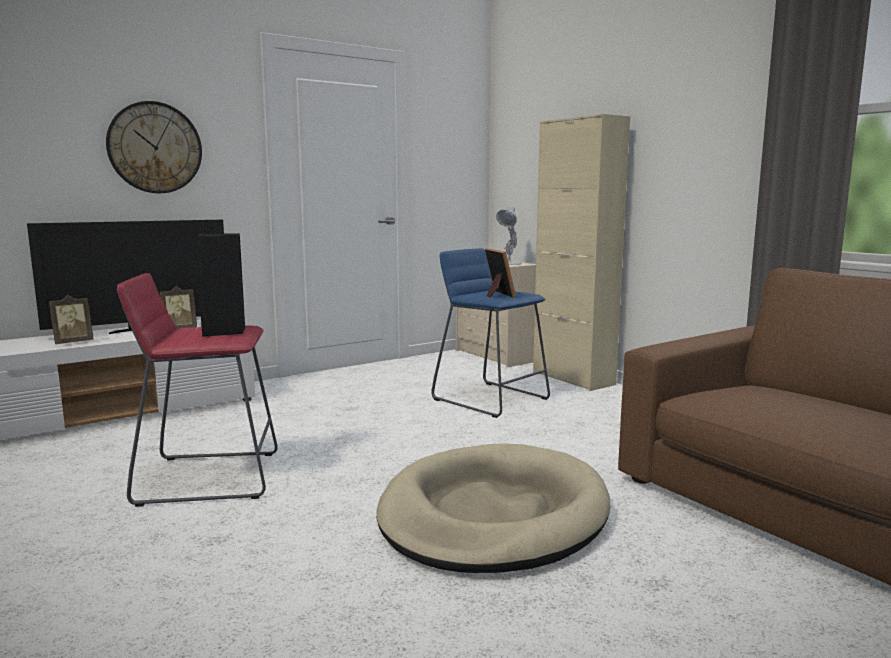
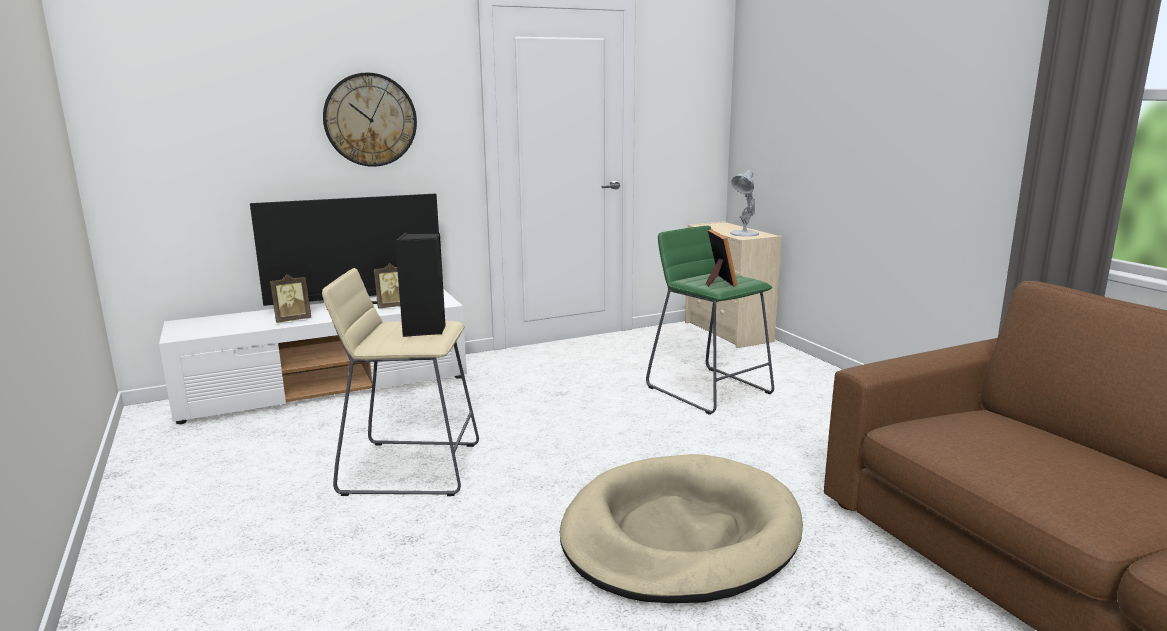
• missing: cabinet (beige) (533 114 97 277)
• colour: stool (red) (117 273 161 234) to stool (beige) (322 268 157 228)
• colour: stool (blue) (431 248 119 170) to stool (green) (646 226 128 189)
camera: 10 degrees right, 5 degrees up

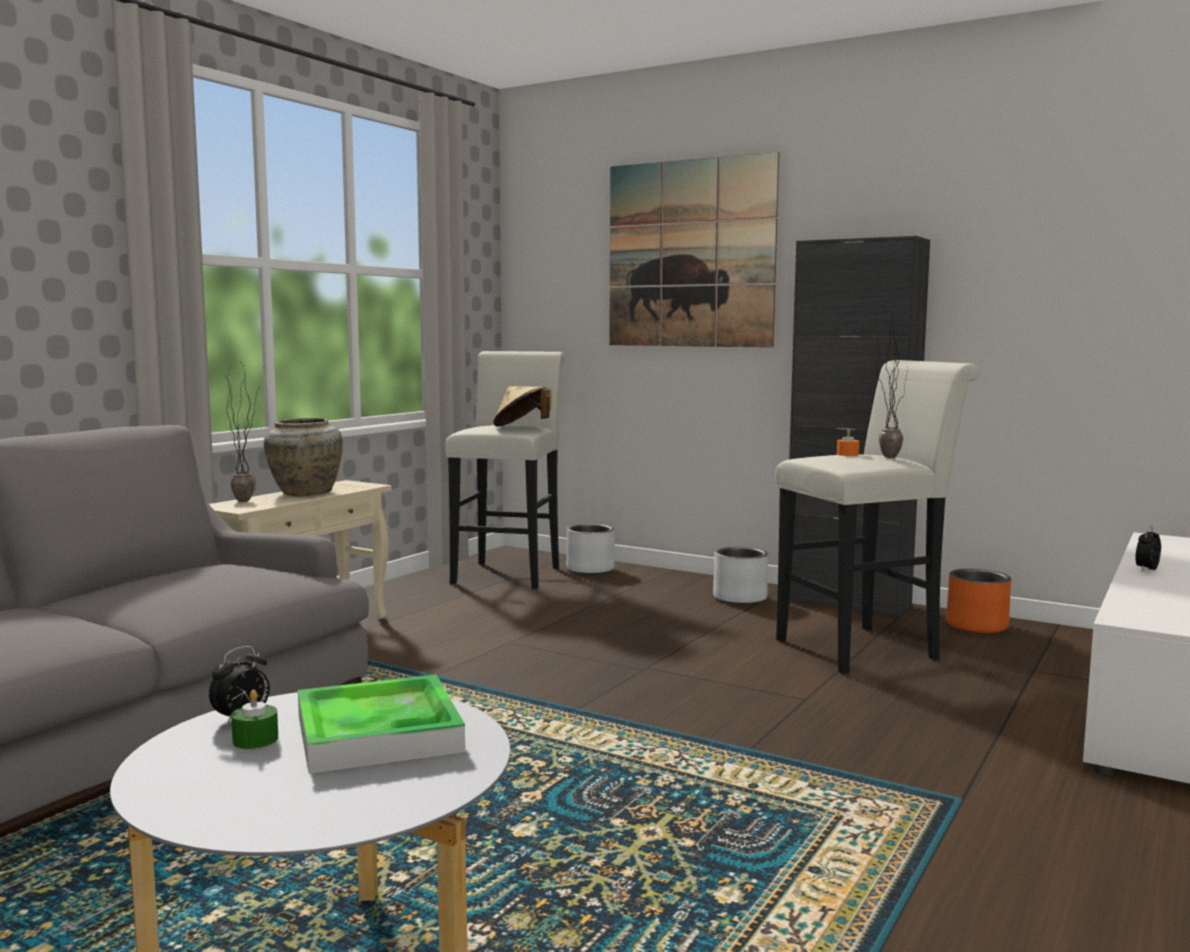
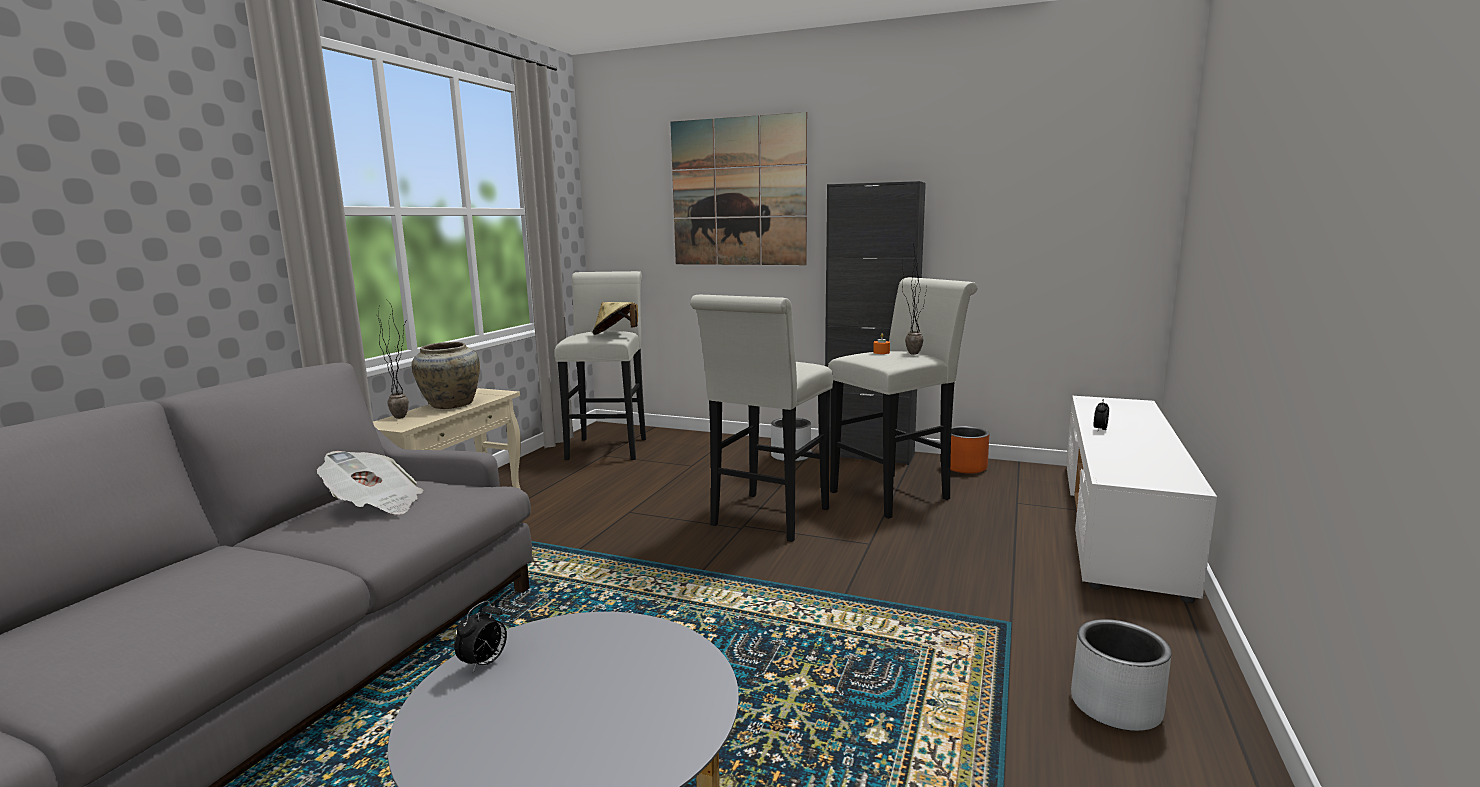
• missing: candle (green) (231 690 47 59)
• missing: tray (298 675 167 99)
• appeared: newspaper (317 451 106 64)
• appeared: stool (white) (690 295 143 247)
• relocated: planter (grey) (566 524 48 51) to (1071 619 101 112)
camera: 10 degrees left, 5 degrees up

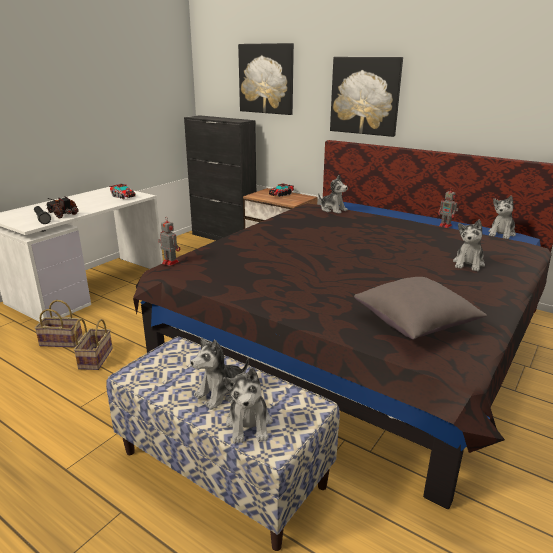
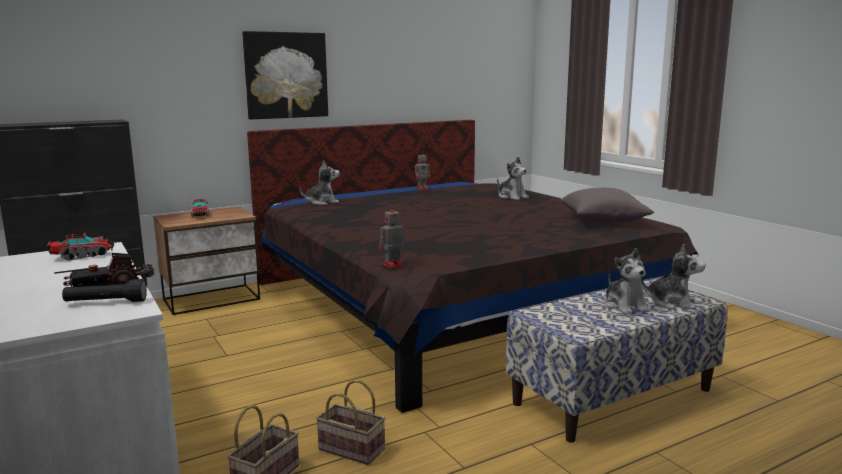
• missing: picture (238 43 56 72)
• missing: plush toy (488 195 28 44)
camera: 65 degrees left, 10 degrees down

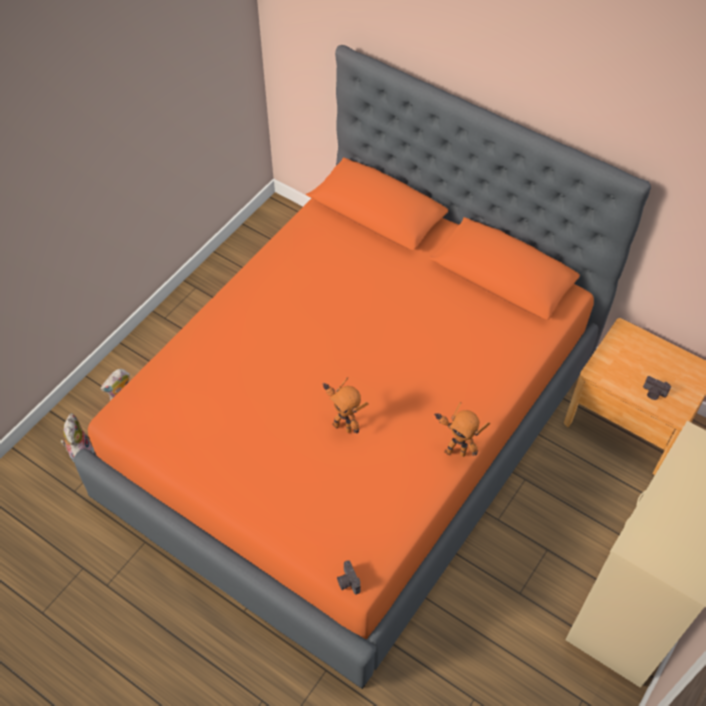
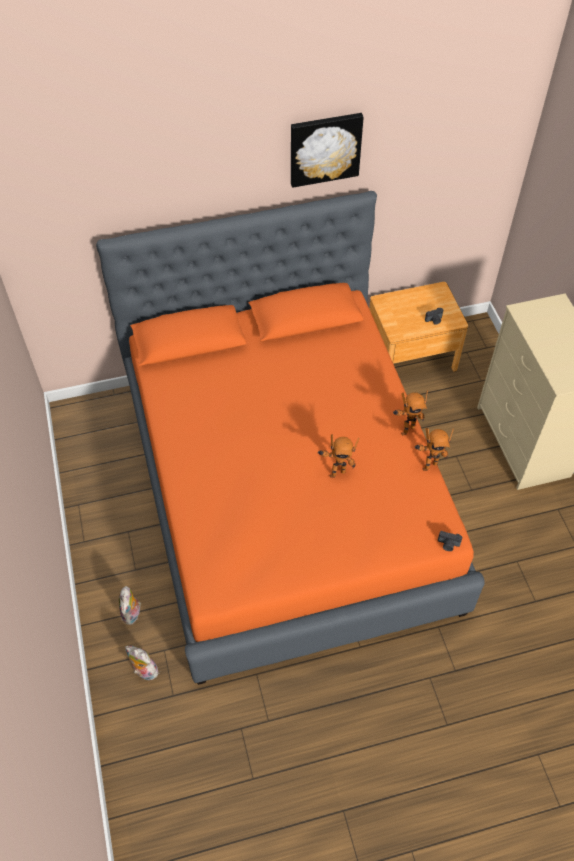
• appeared: picture (291 113 73 75)
• appeared: toy robot (414 428 40 43)
camera: 50 degrees left, 0 degrees up

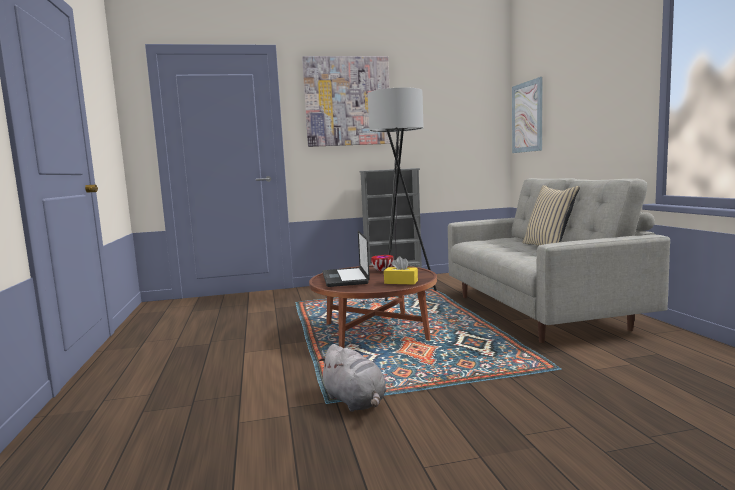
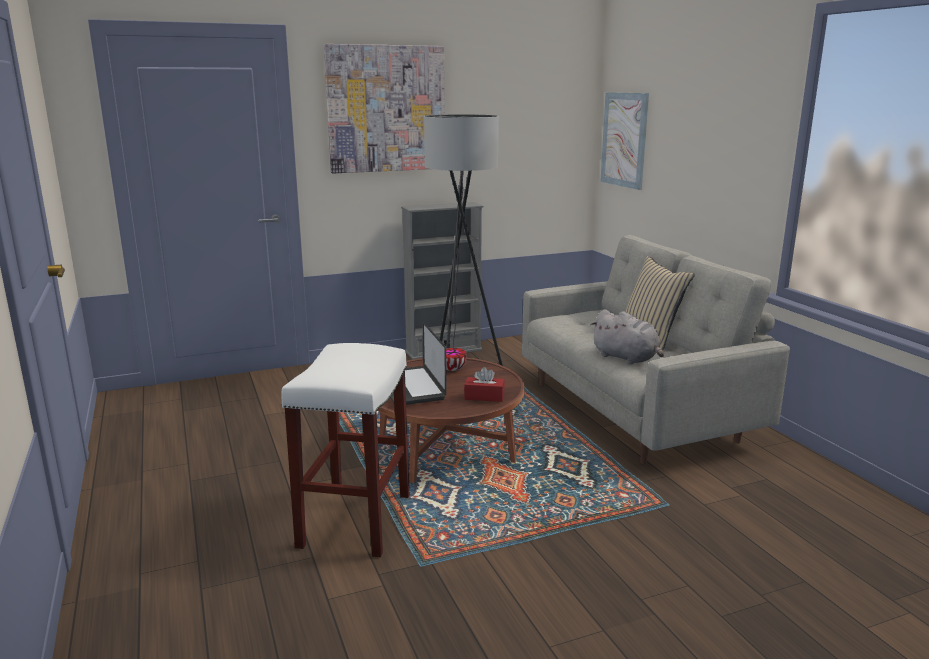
• appeared: stool (white) (281 343 129 214)
• relocated: plush toy (grey) (318 344 69 68) to (590 309 74 55)
• colour: tissue box (yellow) (384 256 34 29) to tissue box (red) (464 367 41 35)
camera: 10 degrees left, 10 degrees up

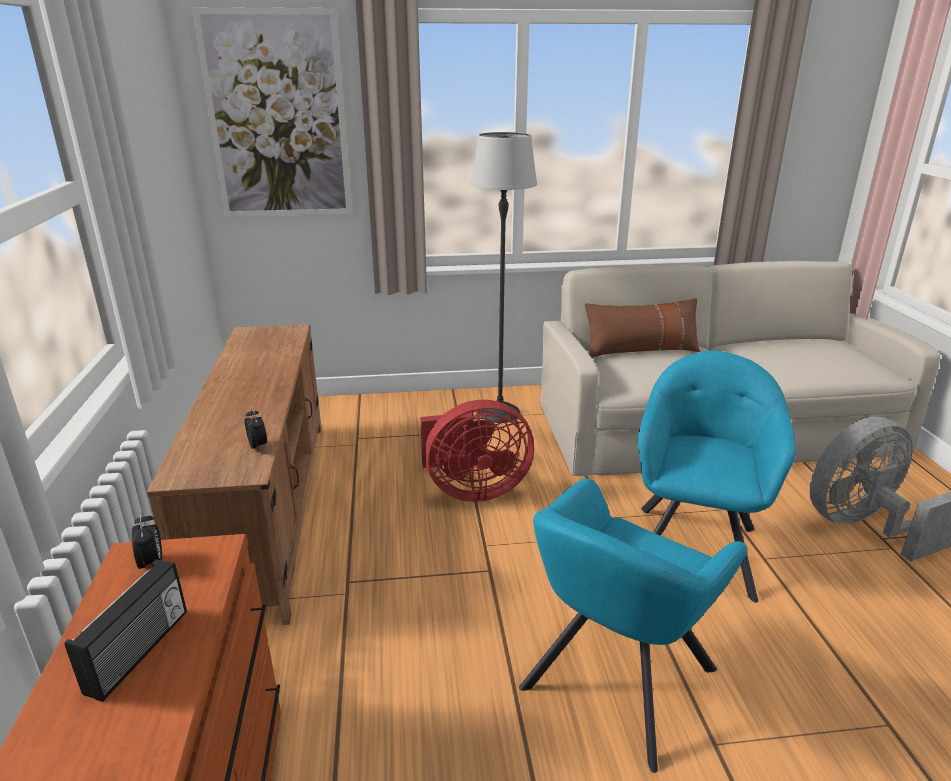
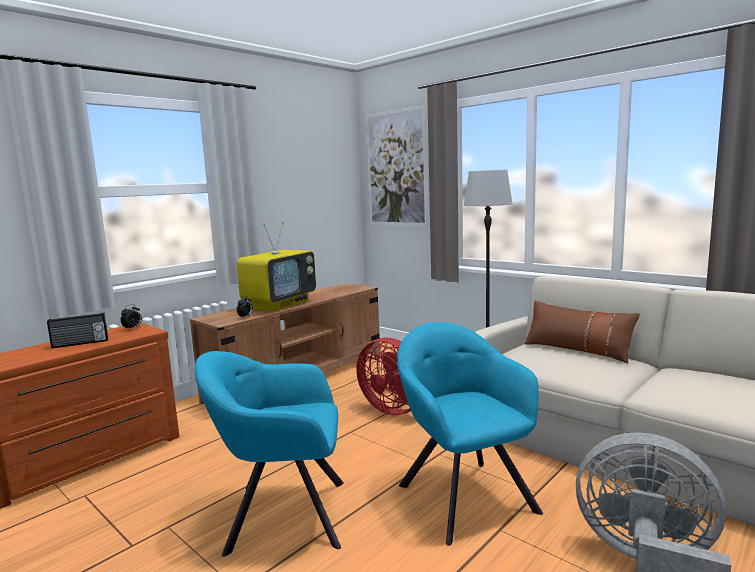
• appeared: television (237 222 79 90)
• spun: armchair (turquoise) (638 350 158 253) = (397 322 146 224) 90 degrees counterclockwise
camera: 50 degrees right, 15 degrees down

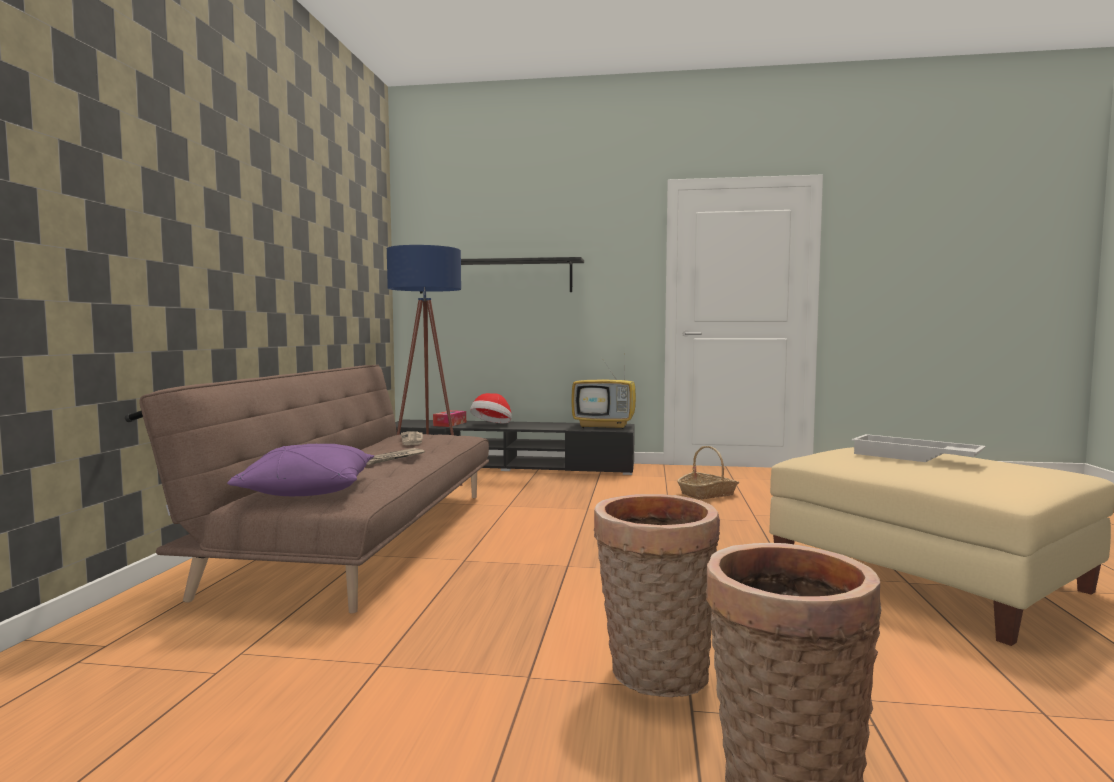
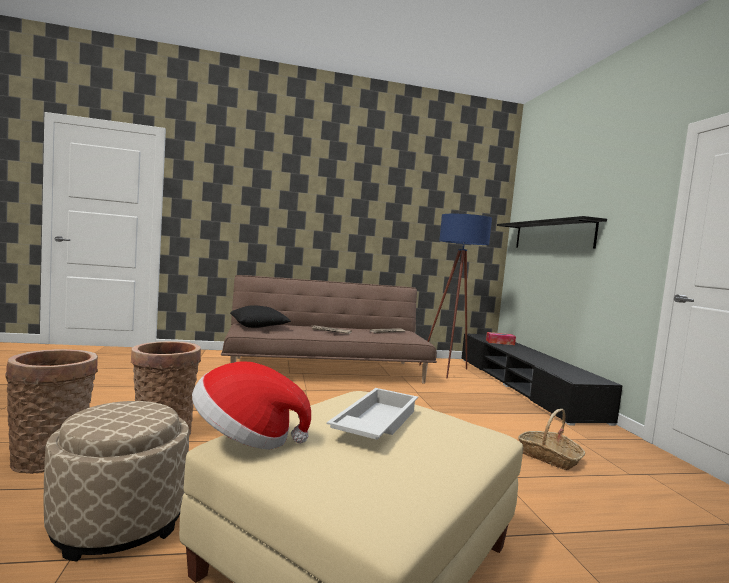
• missing: television (571 354 65 75)
• appeared: ottoman (beige) (44 401 145 161)
• relocated: hat (470 393 42 30) to (192 361 119 89)
• colour: pillow (purple) (227 444 147 52) to pillow (black) (230 305 61 23)
camera: 70 degrees right, 0 degrees up

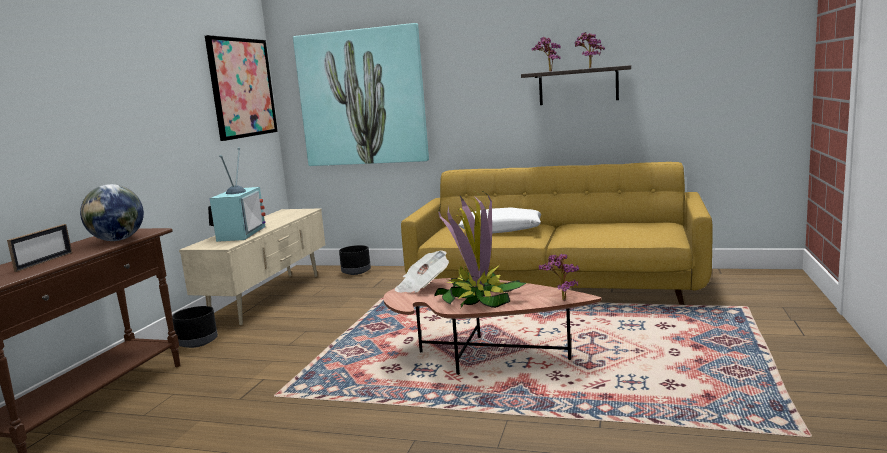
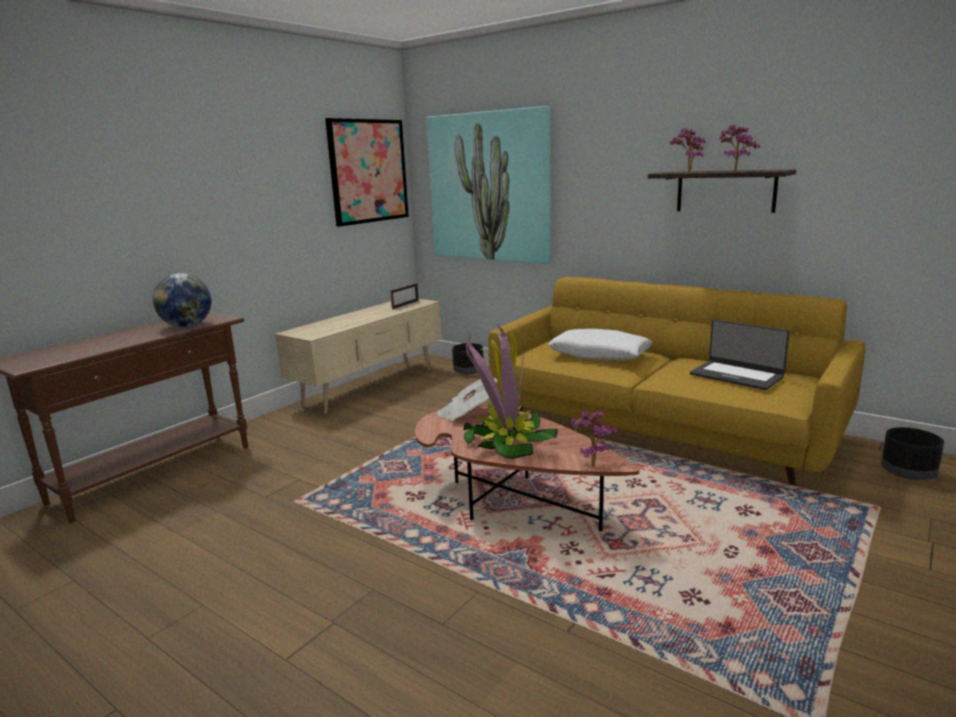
• missing: television (208 147 57 95)
• appeared: laptop (690 319 100 71)
• relocated: picture frame (7 224 65 48) to (390 283 29 26)
• relocated: planter (black) (172 306 46 42) to (881 427 63 53)
camera: 20 degrees right, 5 degrees up

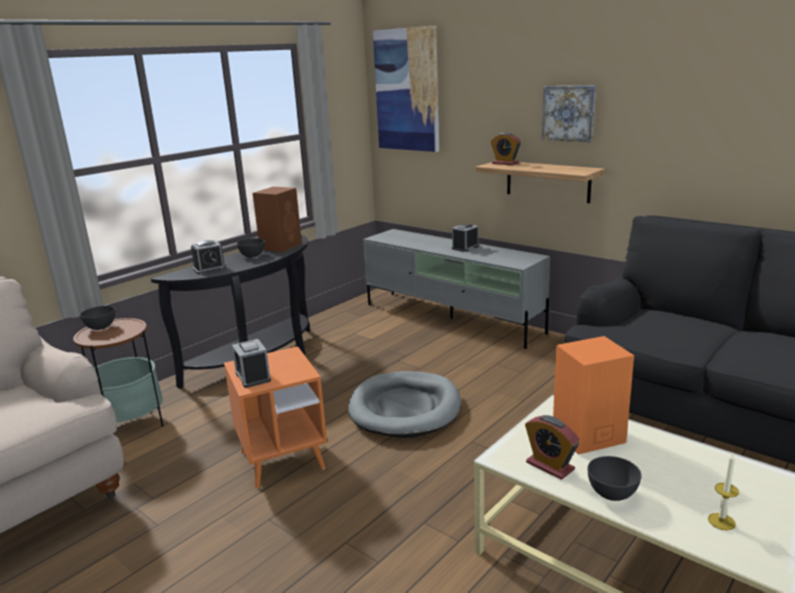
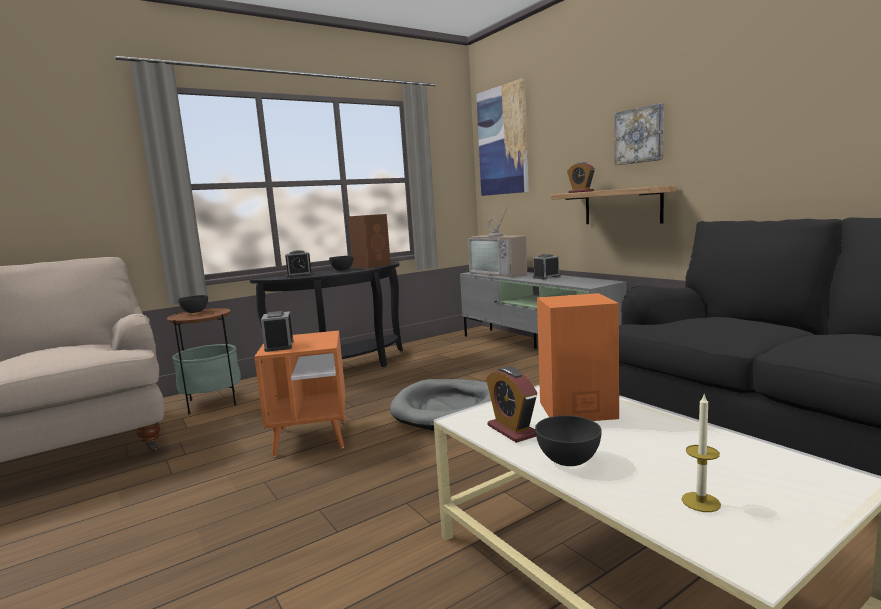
• appeared: television (468 203 59 74)
camera: 15 degrees right, 10 degrees down

